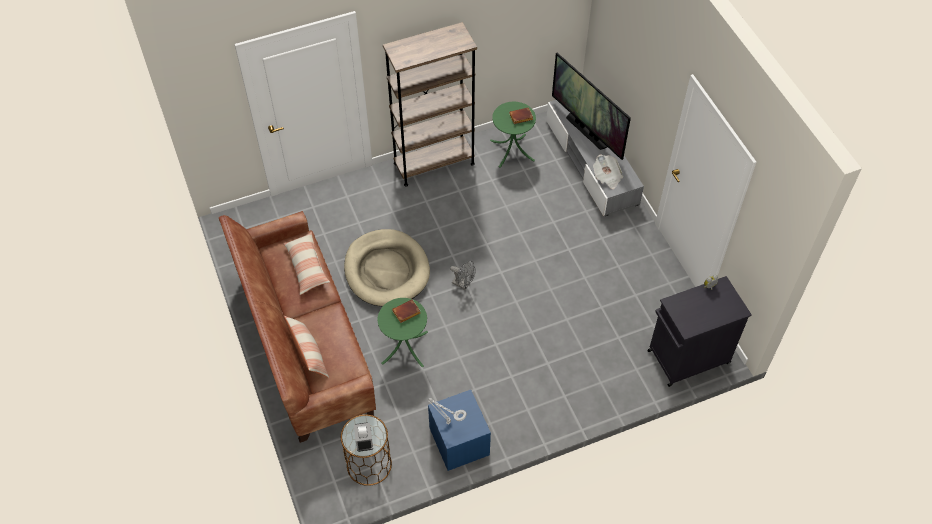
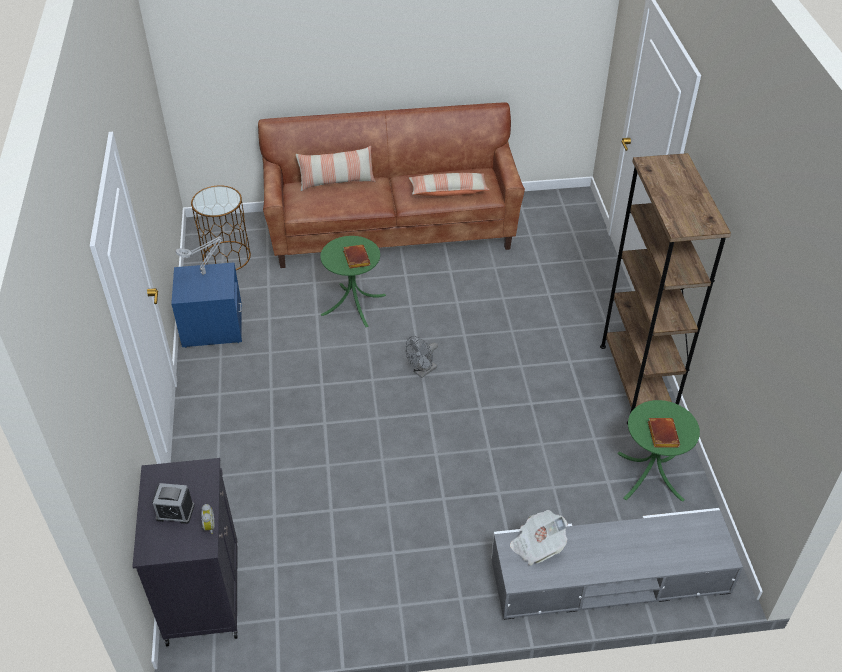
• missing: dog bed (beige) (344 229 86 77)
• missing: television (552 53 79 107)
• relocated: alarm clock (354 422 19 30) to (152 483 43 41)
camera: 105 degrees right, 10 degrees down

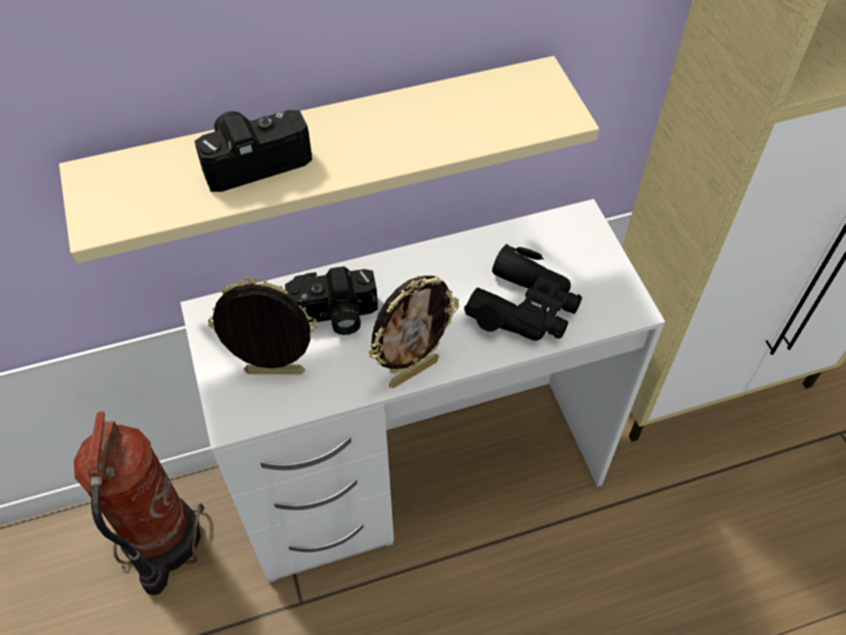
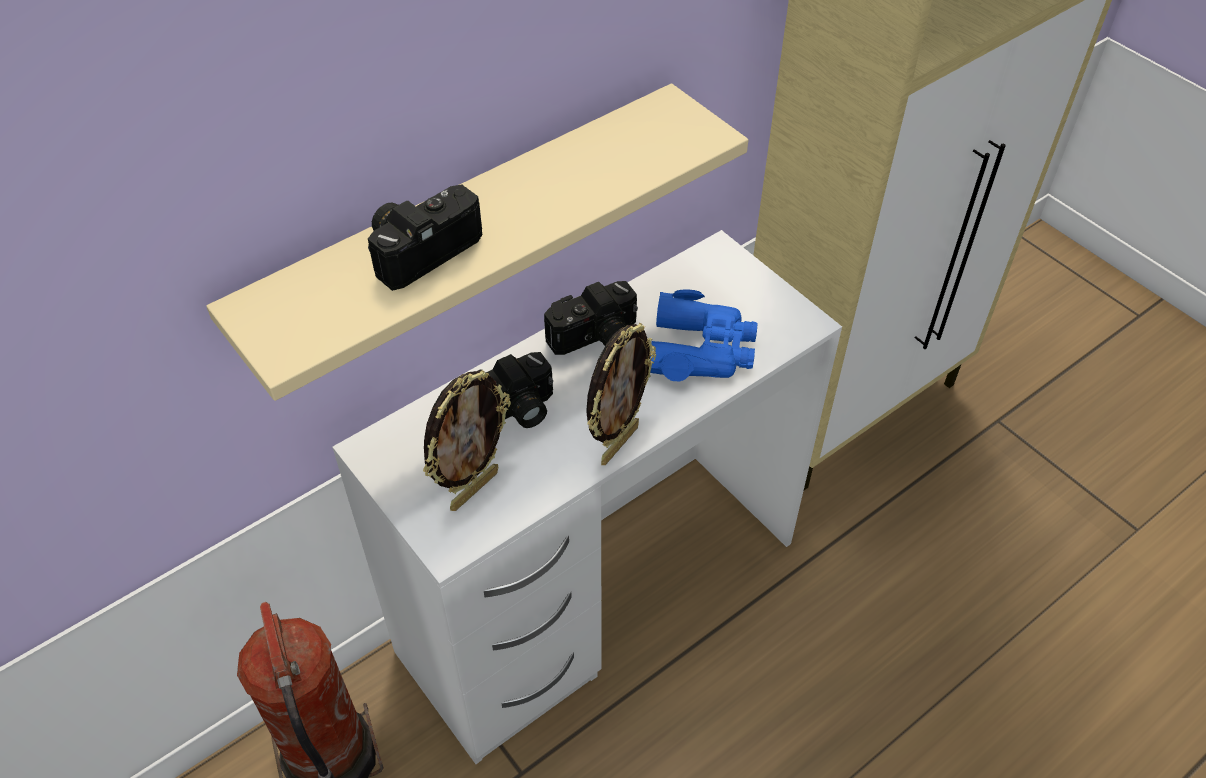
• appeared: photo camera (544 281 94 74)
• colour: binoculars (black) (464 244 118 97) to binoculars (blue) (650 289 107 93)
• spun: picture frame (208 277 109 97) = (423 370 88 141) 150 degrees clockwise
camera: 20 degrees left, 5 degrees down

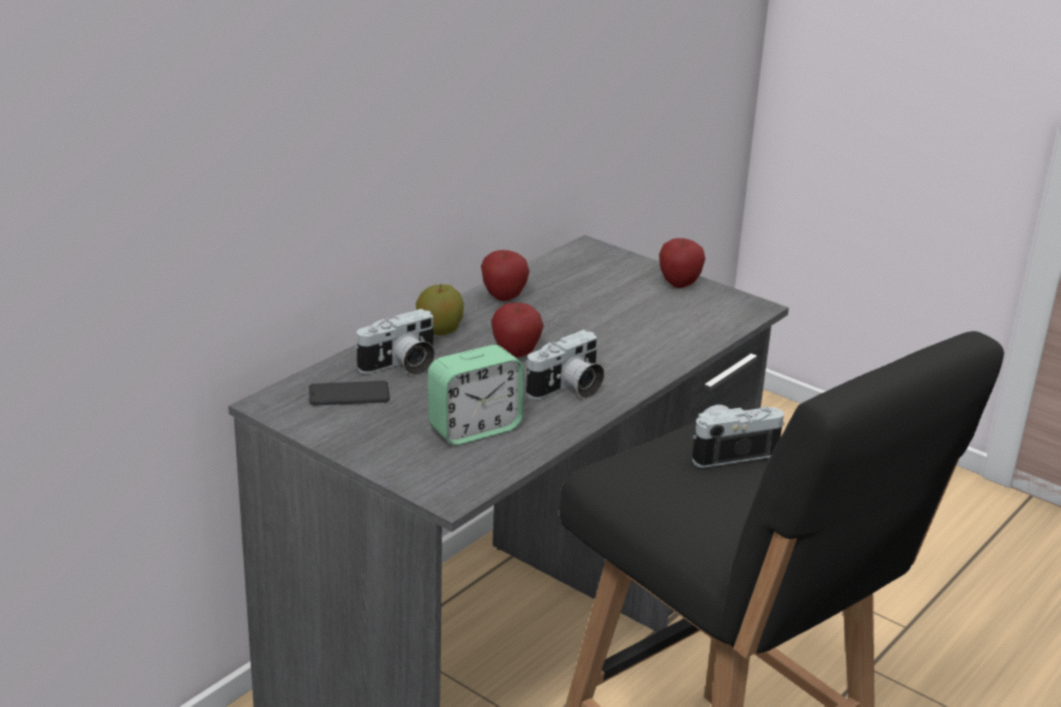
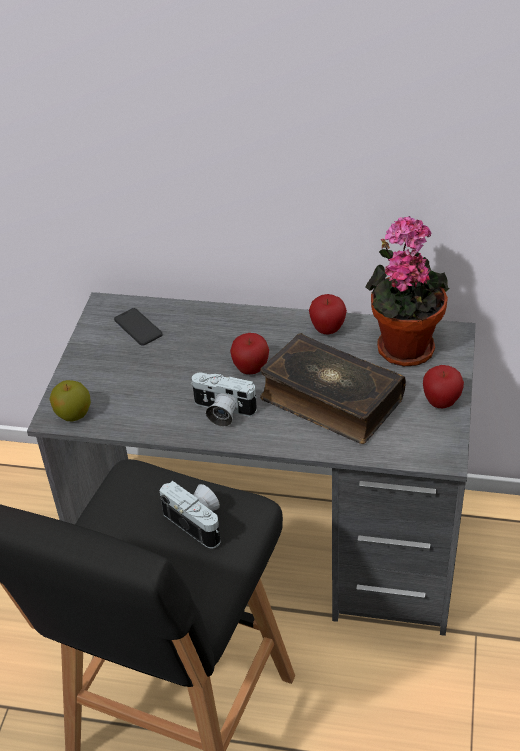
• missing: photo camera (355 309 80 66)
• missing: alarm clock (428 345 96 100)
• appeared: book (260 333 146 111)
• appeared: potted plant (365 216 84 151)
• relocated: apple (416 284 48 51) to (49 380 42 42)
camera: 65 degrees right, 15 degrees up

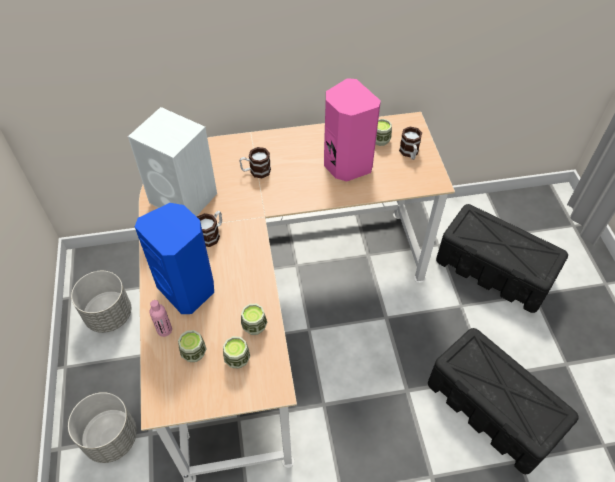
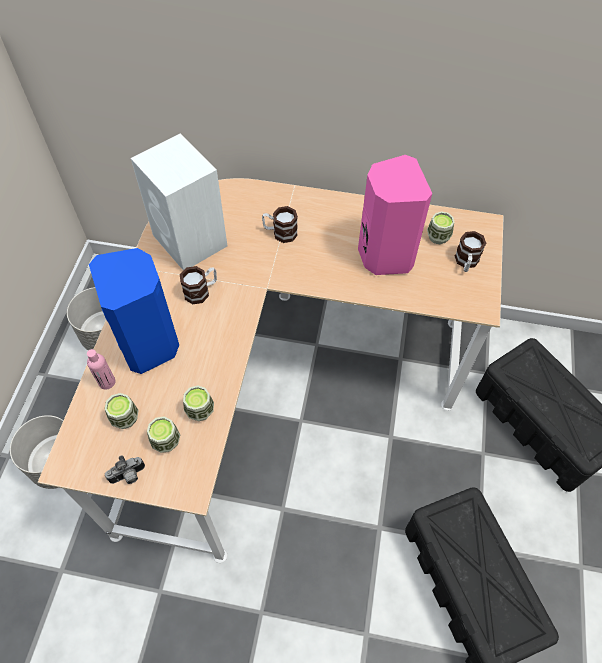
• appeared: photo camera (105 455 40 29)
camera: 20 degrees right, 5 degrees up

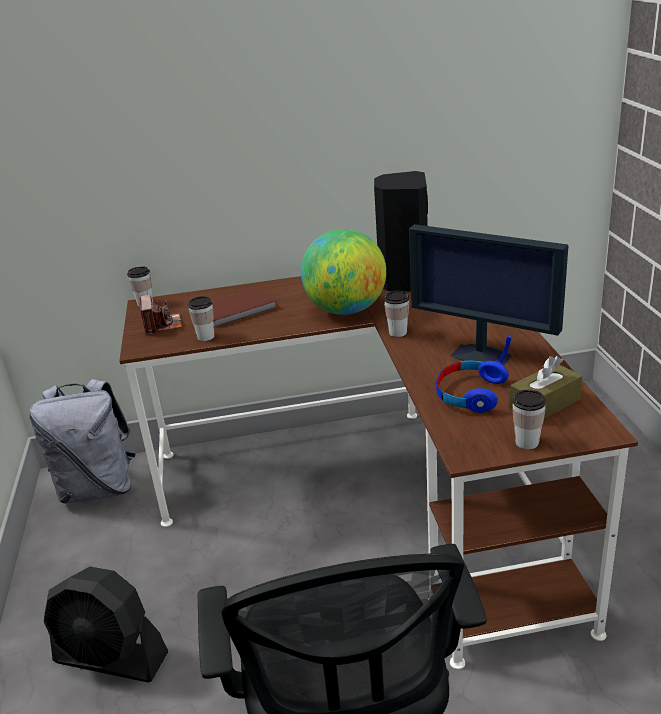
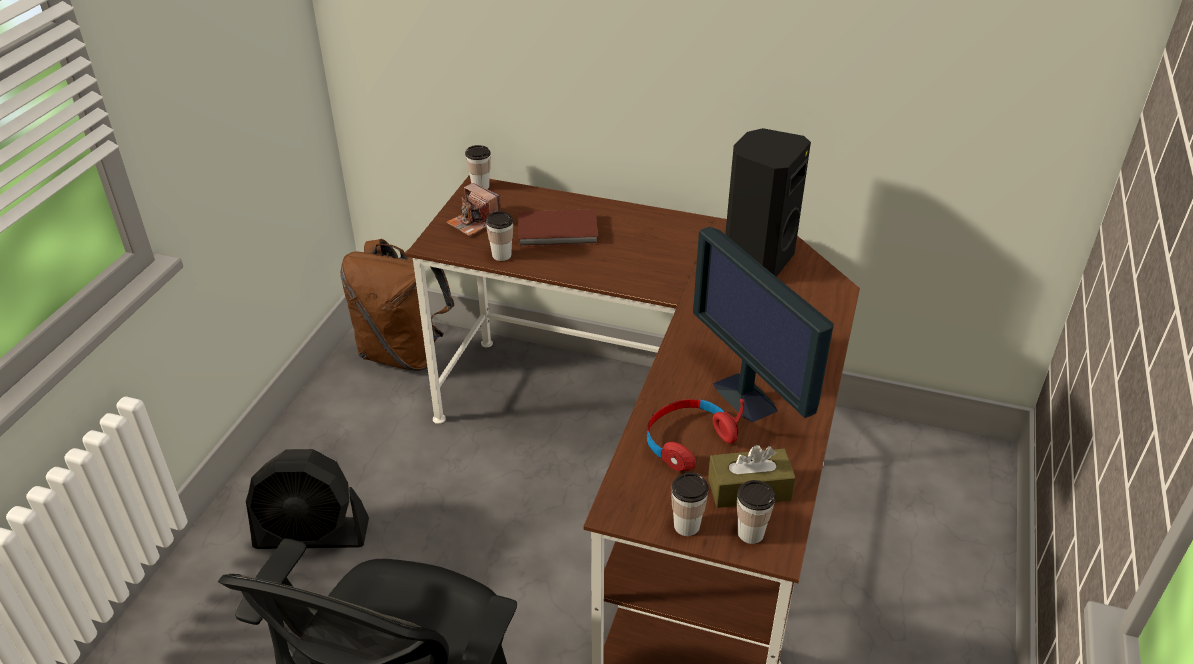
• missing: globe (301 229 85 86)
• relocated: cup (384 291 26 46) to (737 480 39 64)
• colour: backpack (grey) (30 379 106 125) to backpack (brown) (340 239 114 132)
• colour: headphones (blue) (436 336 75 77) to headphones (red) (647 399 97 72)
• spun: fan (black) (44 567 124 115) = (246 449 123 100) 45 degrees counterclockwise
• spun: photo camera (138 295 44 40) = (447 183 54 53) 120 degrees clockwise
camera: 25 degrees right, 10 degrees up

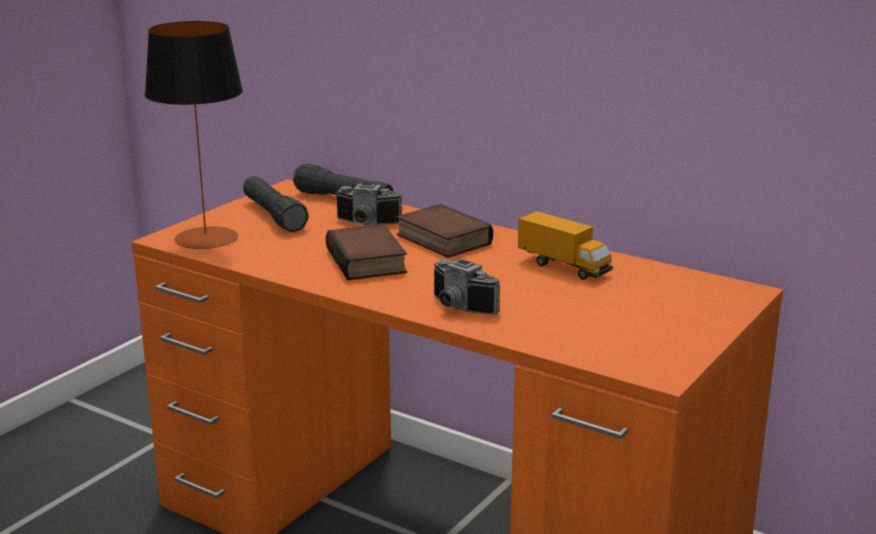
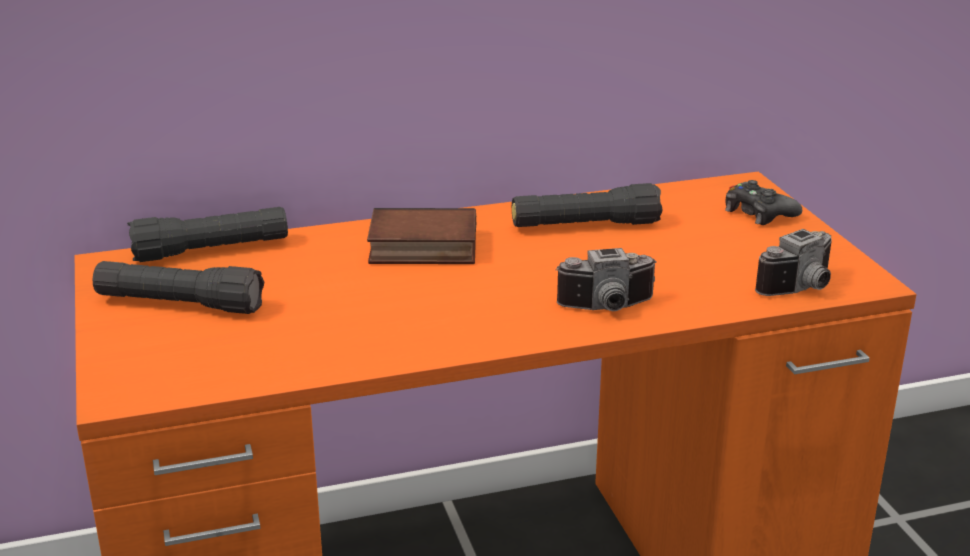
• missing: table lamp (145 21 98 228)
• missing: book (326 224 81 56)
• appeared: game controller (black) (725 180 77 45)
• relocated: photo camera (335 183 68 42) to (755 229 77 67)
• exchanged: toy truck (518 211 95 69) to flashlight (black) (512 183 151 44)
camera: 50 degrees left, 5 degrees up

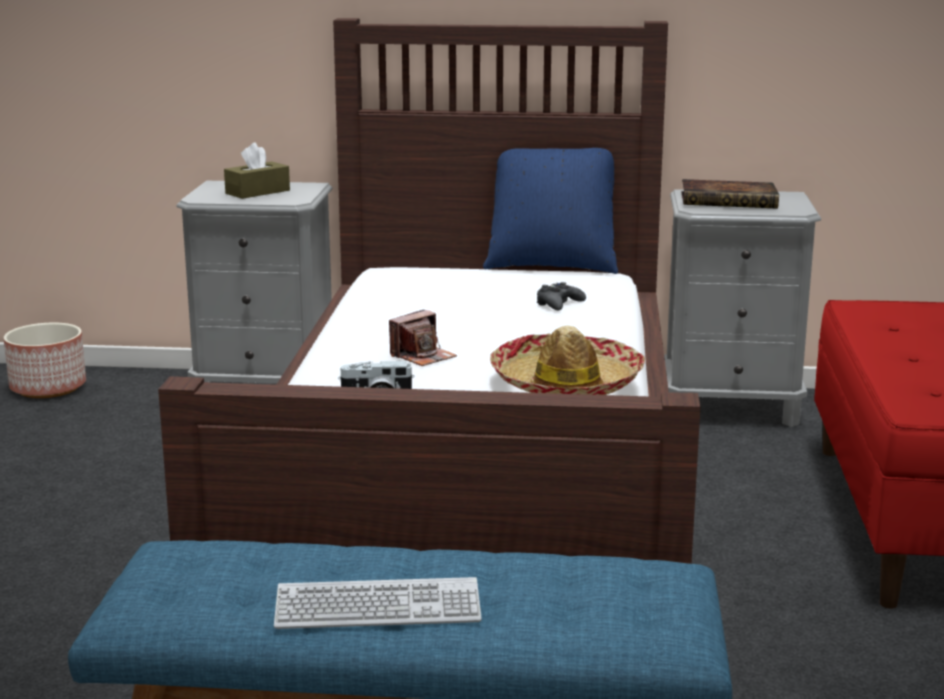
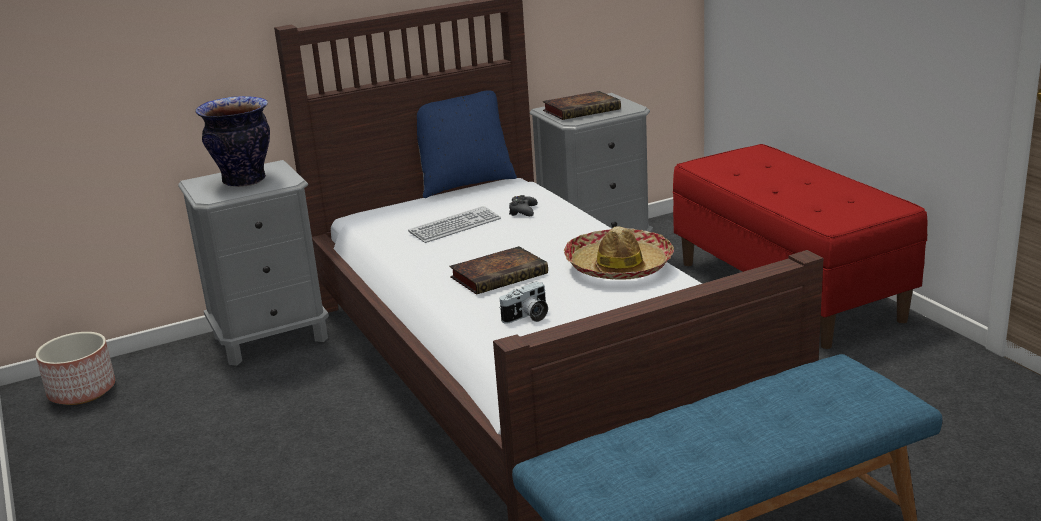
• relocated: keyboard (274 577 208 52) to (408 206 93 37)
• exchanged: tissue box (brown) (224 143 66 56) to vase (195 96 75 91)
• exchanged: photo camera (389 310 68 56) to book (449 246 99 49)
camera: 30 degrees left, 5 degrees up

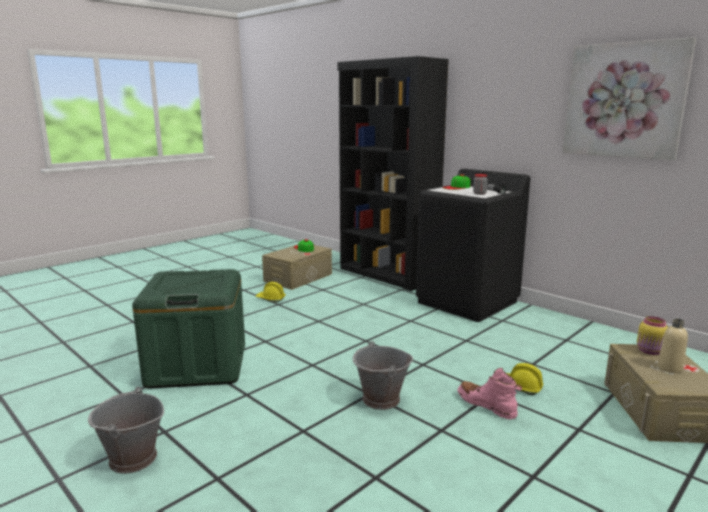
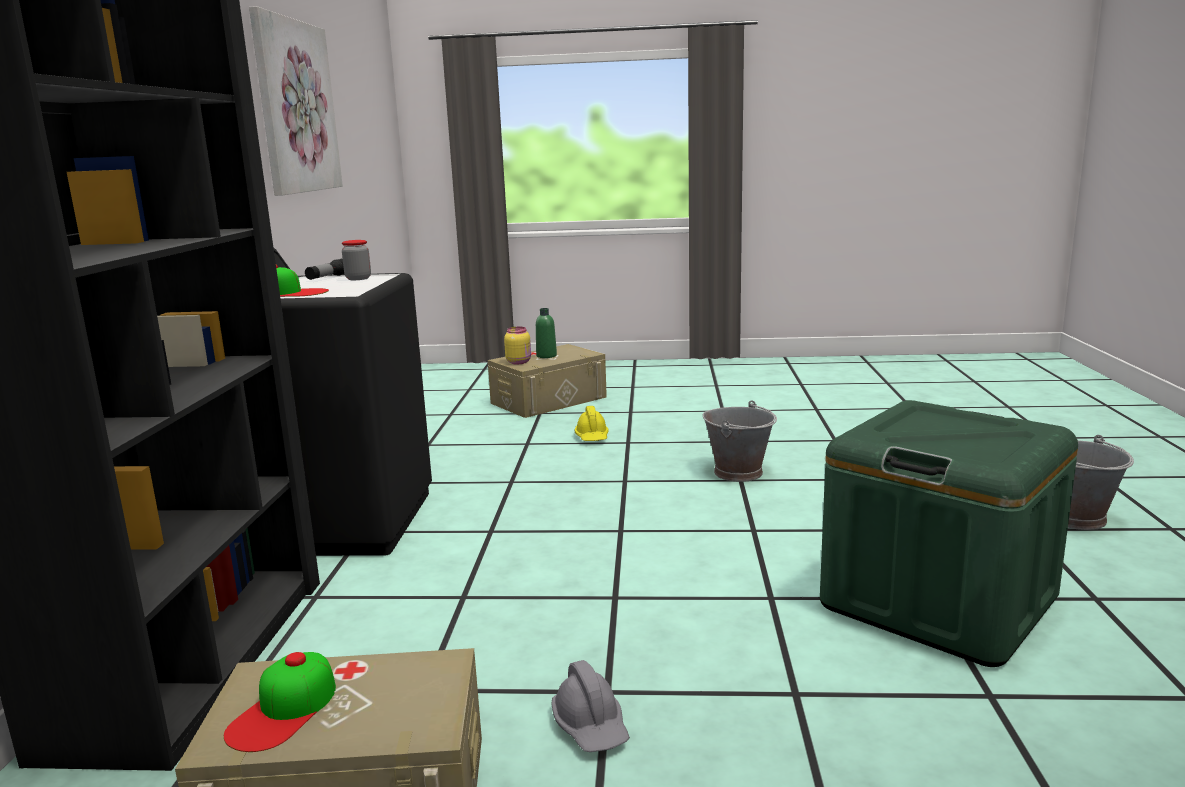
• missing: boot (pink) (457 368 65 51)
• colour: hard hat (yellow) (256 282 30 20) to hard hat (grey) (551 660 79 92)
• colour: bottle (beige) (658 319 30 54) to bottle (green) (536 308 21 50)
camera: 130 degrees left, 0 degrees up

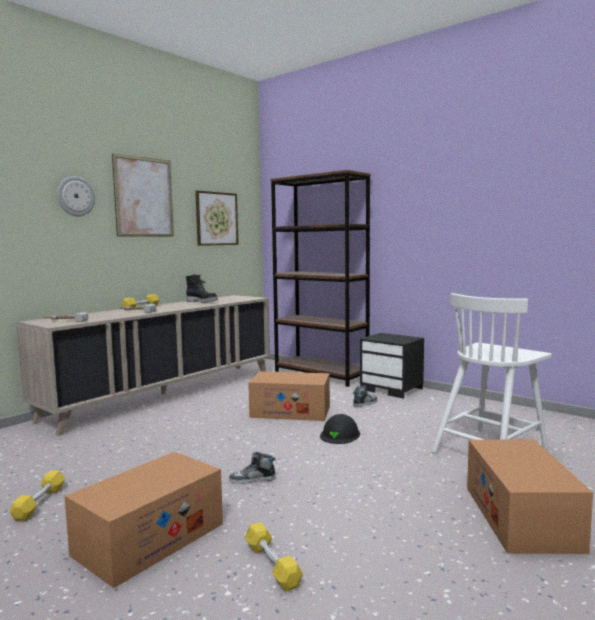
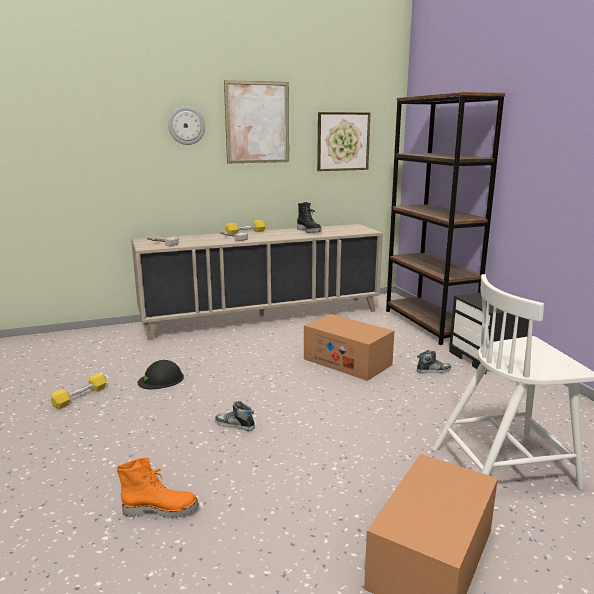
• missing: cardboard box (65 452 158 136)
• relocated: hard hat (black) (320 414 40 30) to (138 360 46 29)
• exchanged: dumbbell (yellow) (245 522 58 70) to boot (orange) (117 457 82 62)
camera: 30 degrees right, 10 degrees up

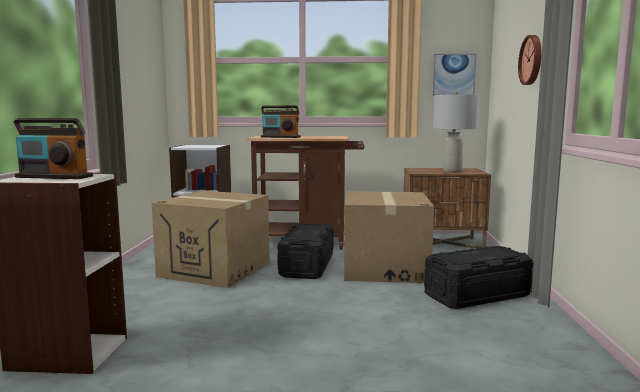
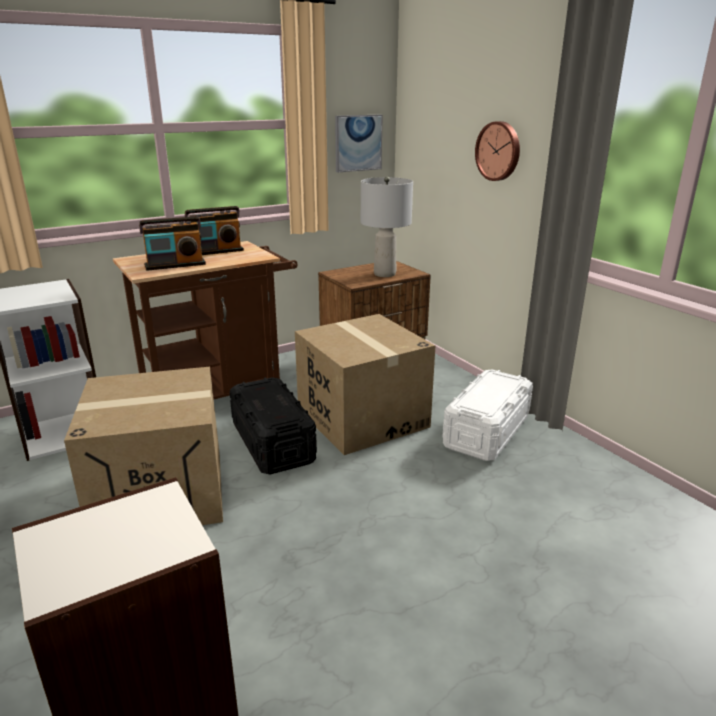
• relocated: radio (14 118 79 61) to (185 206 59 49)
• colour: storage box (black) (424 246 109 63) to storage box (white) (442 370 91 91)
camera: 35 degrees left, 15 degrees up

